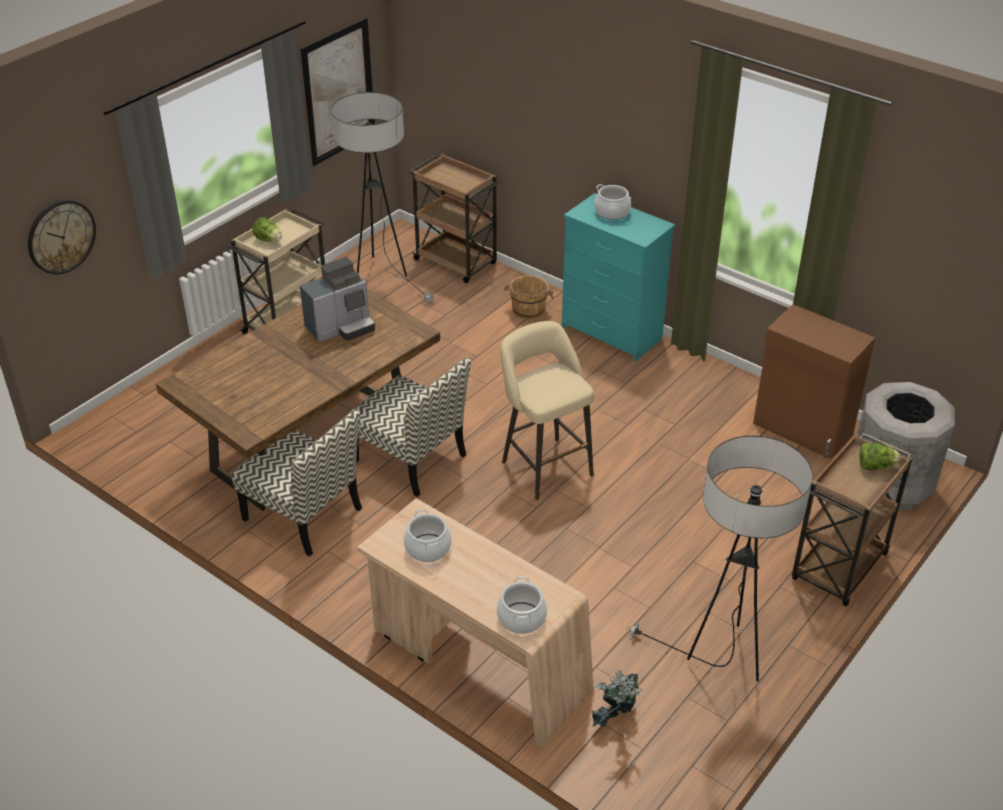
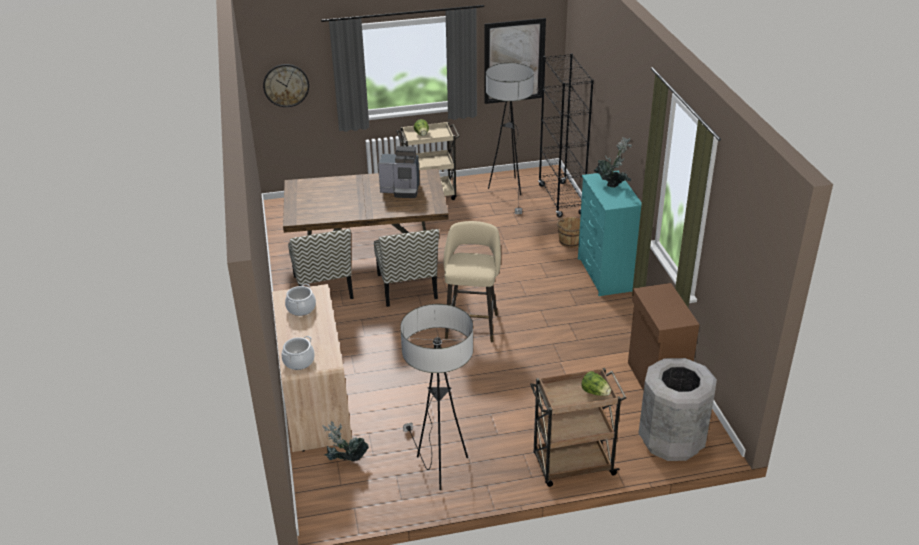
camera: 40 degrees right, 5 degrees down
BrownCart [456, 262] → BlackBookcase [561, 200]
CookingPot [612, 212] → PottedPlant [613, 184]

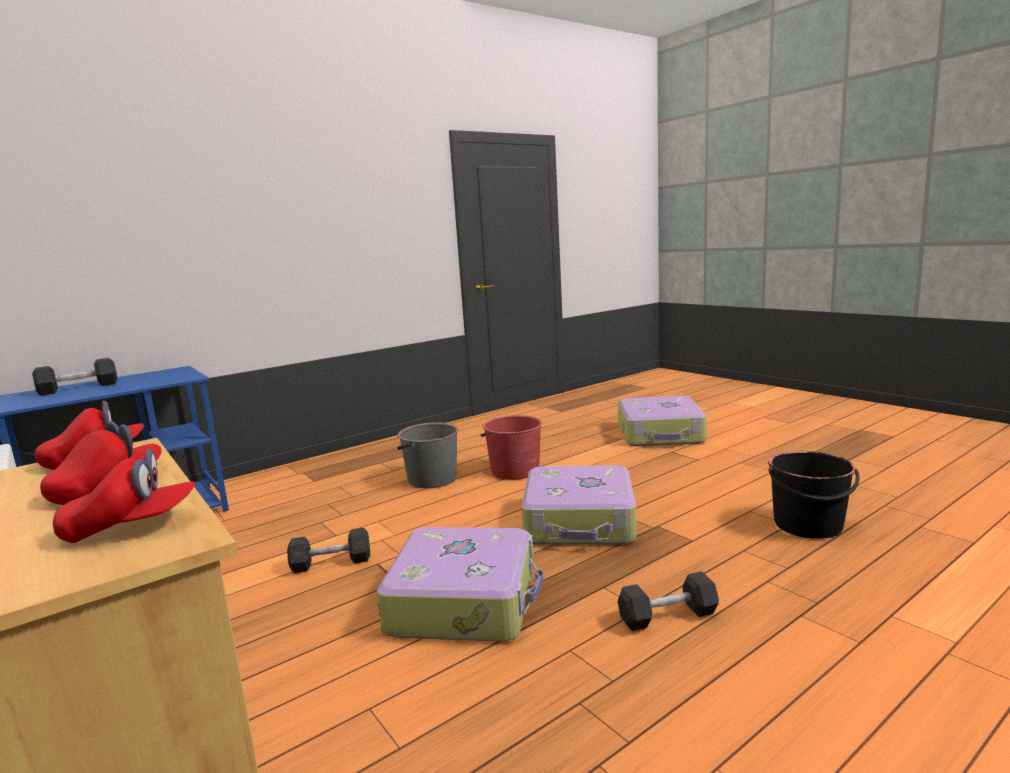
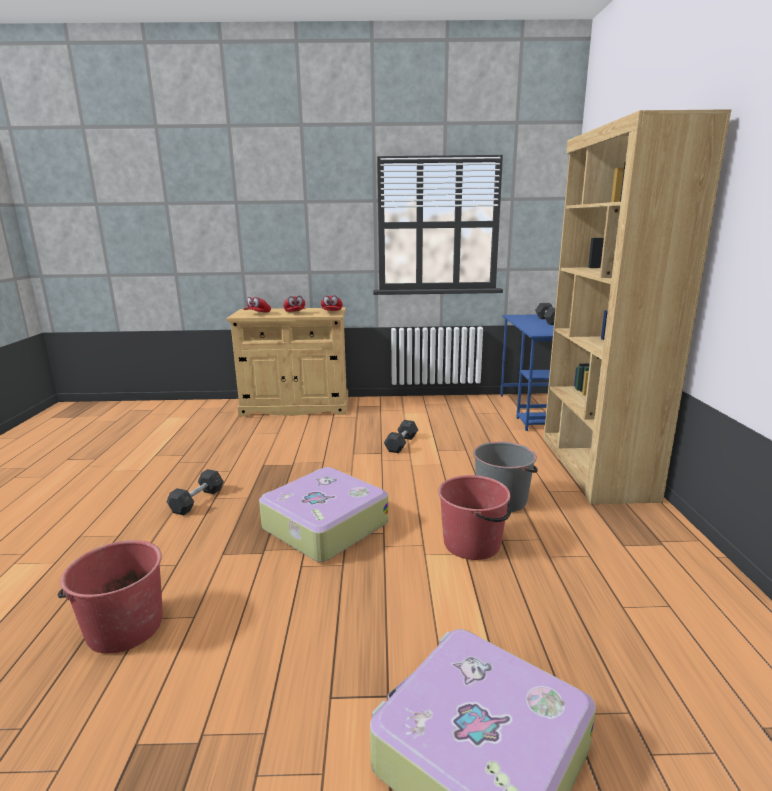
camera: 125 degrees right, 5 degrees up
Suitcase [465, 601] → -
BlackBucket [808, 525] → RedBucket [124, 627]
- → BrownBookcase [594, 467]

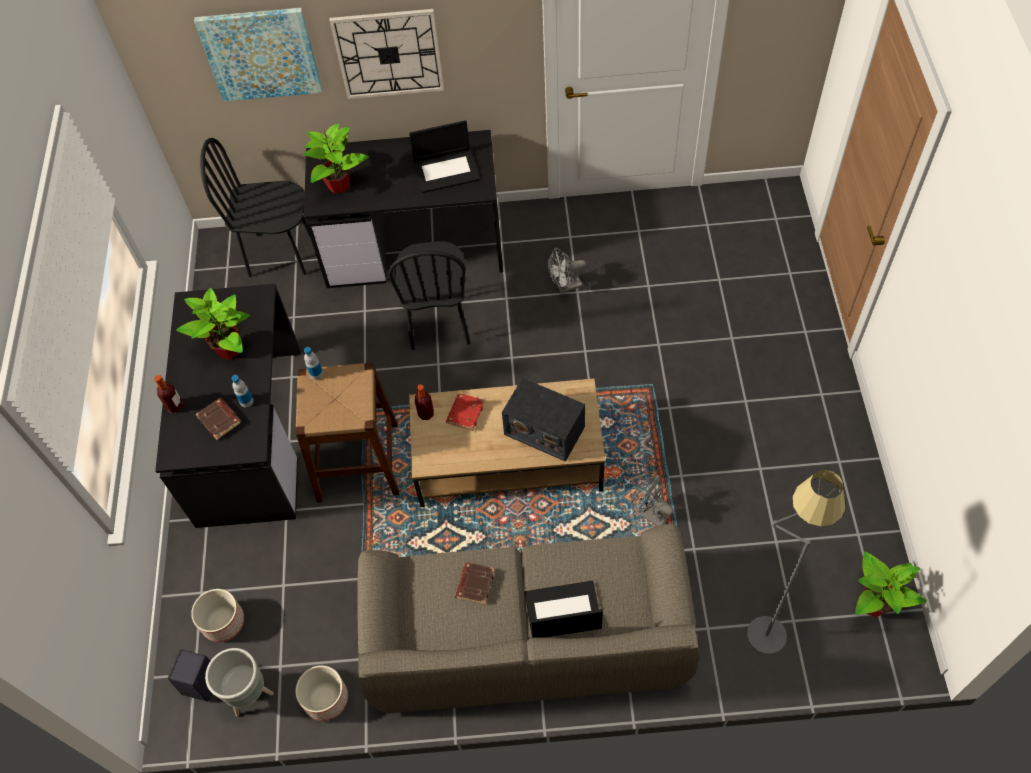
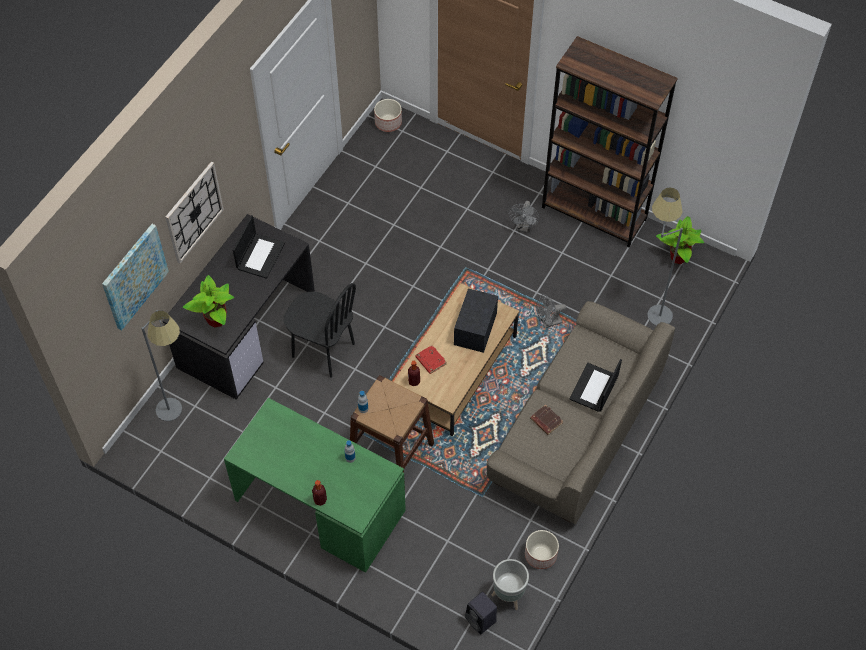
camera: 60 degrees left, 0 degrees up
BlackDesk [249, 434] → GreenDesk [318, 506]
PottedPlant [230, 349] → -
Planter [222, 621] → Planter [388, 123], shifted
BrownBook [220, 420] → -
BlackChair [280, 254] → GreyFloorLamp [180, 412]
Radio [544, 430] → Radio [475, 328], 135 degrees clockwise
GreyFan [565, 287] → GreyFan [523, 227], shifted
- → BrownBookcase [594, 213]

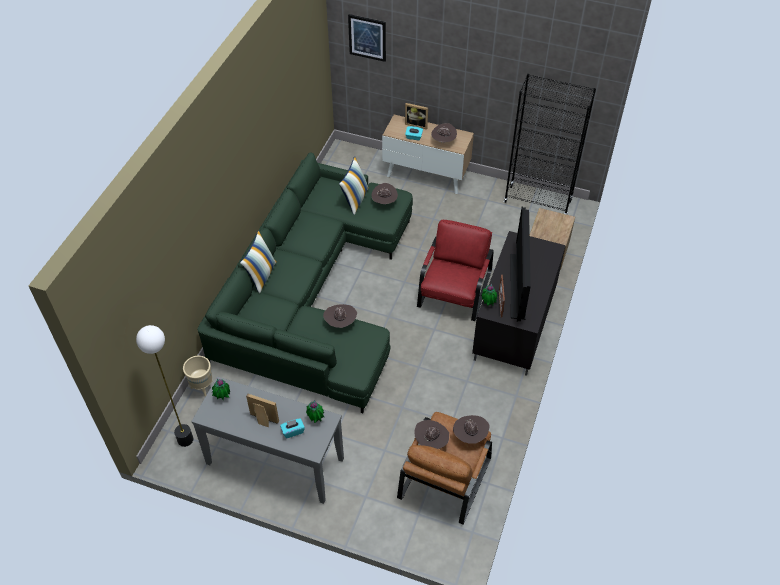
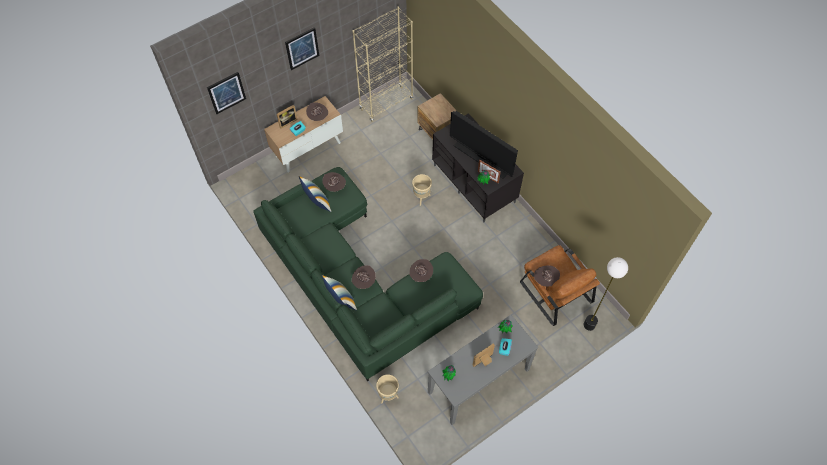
camera: 55 degrees left, 10 degrees up
FloorLamp [185, 440] → FloorLamp [589, 325], shifted
RedArmchair [454, 290] → BeigePlanter [421, 197]
BrownHat [470, 436] → BrownHat [364, 281], shifted
BlackBookcase [538, 201] → BeigeBookcase [386, 104]
- → Picture [302, 48]

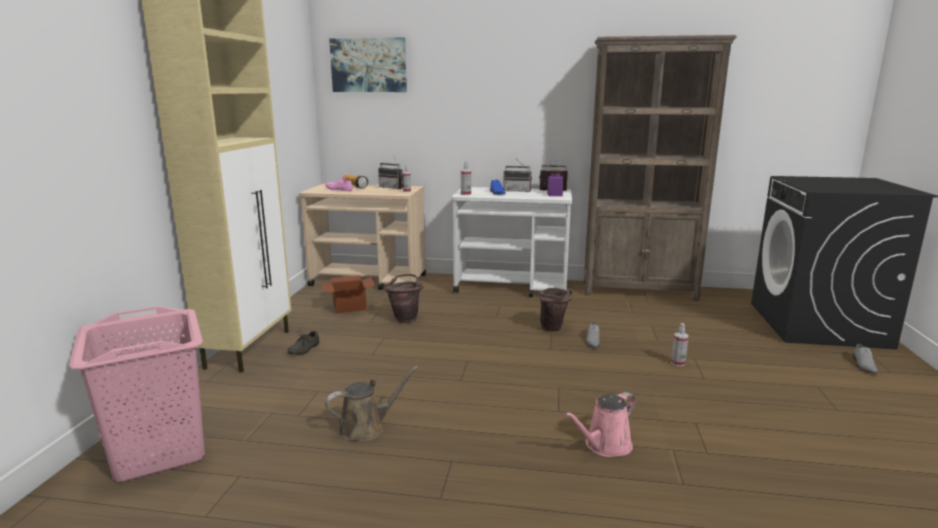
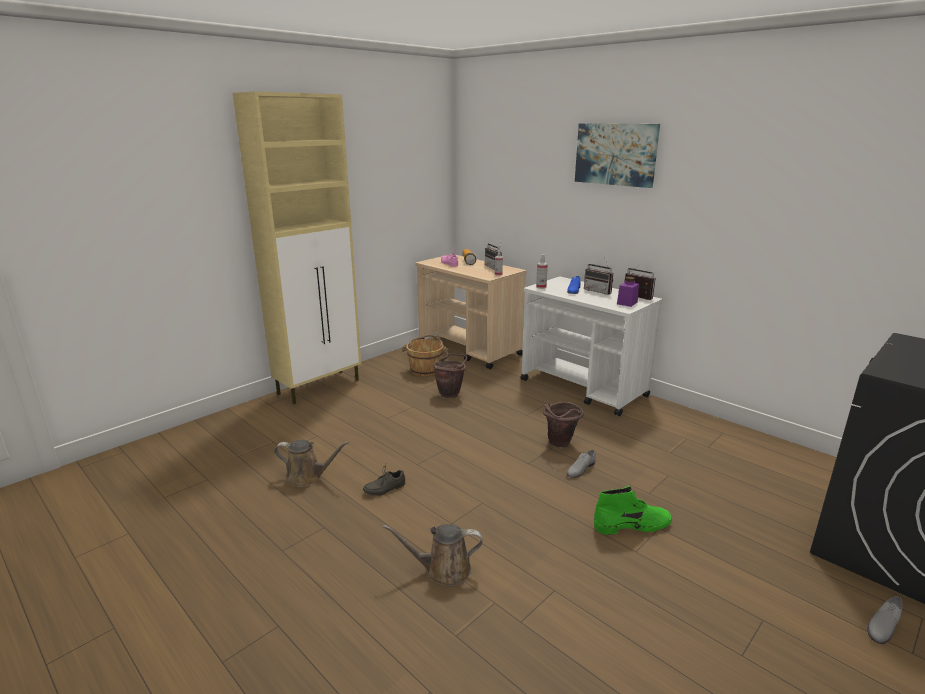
camera: 35 degrees right, 5 degrees up
PinkLaundryBasket [160, 451] → -
GreyShoe [303, 349] → GreyShoe [384, 488], shifted
CardboardBox [350, 306] → BrownBucket [425, 369]
Picture [369, 65] → Picture [616, 154], shifted
PinkWateringCan [605, 446] → BrownWateringCan [443, 570]
BrownBookcase [639, 291] → -
SprayBottle [678, 363] → GreenBoot [632, 525]

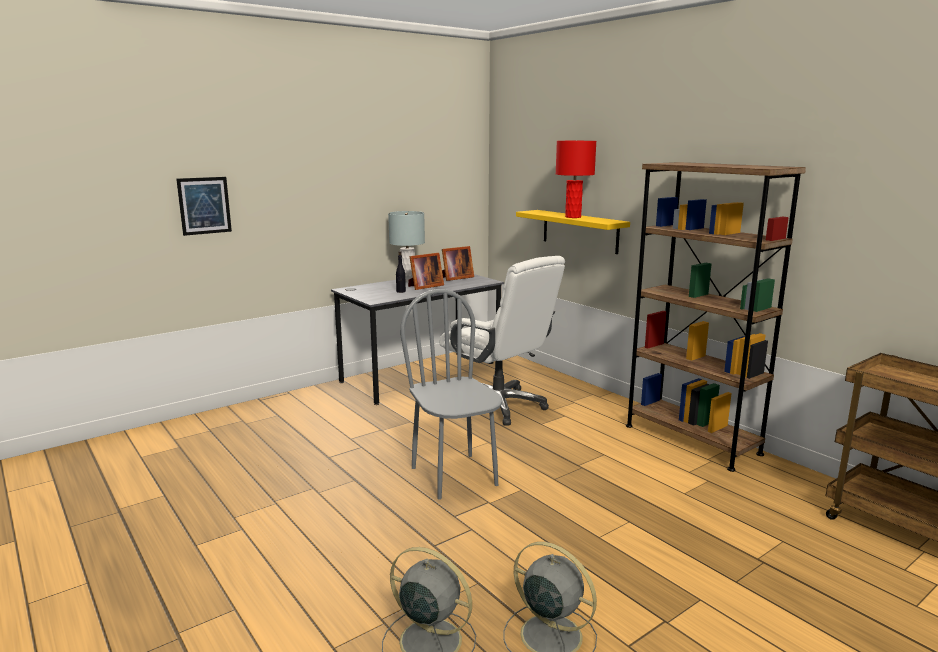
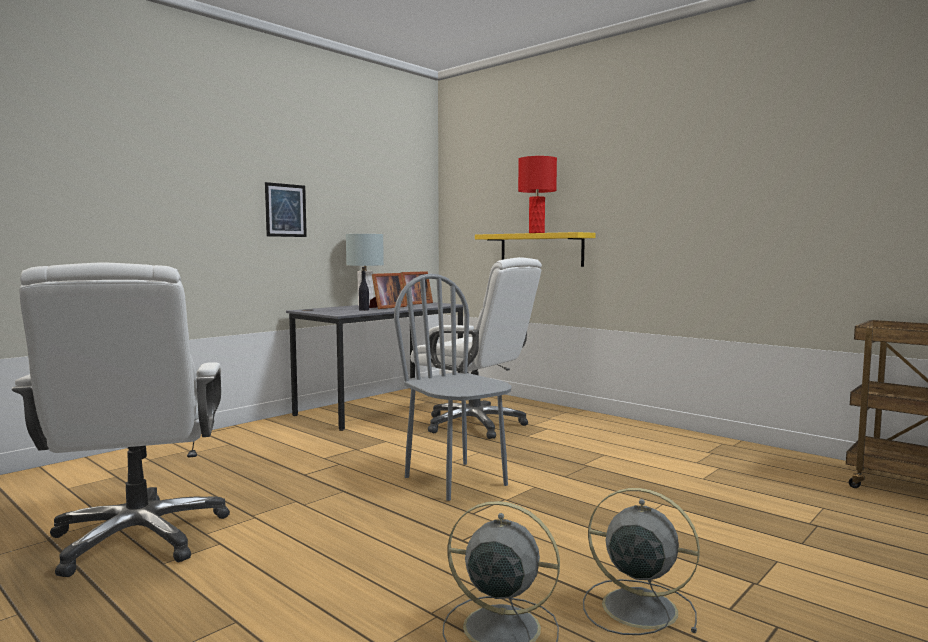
camera: 10 degrees left, 10 degrees down
Picture [204, 205] → Picture [285, 210], shifted
BrownBookcase [691, 439] → -
- → WhiteOfficeChair [139, 537]

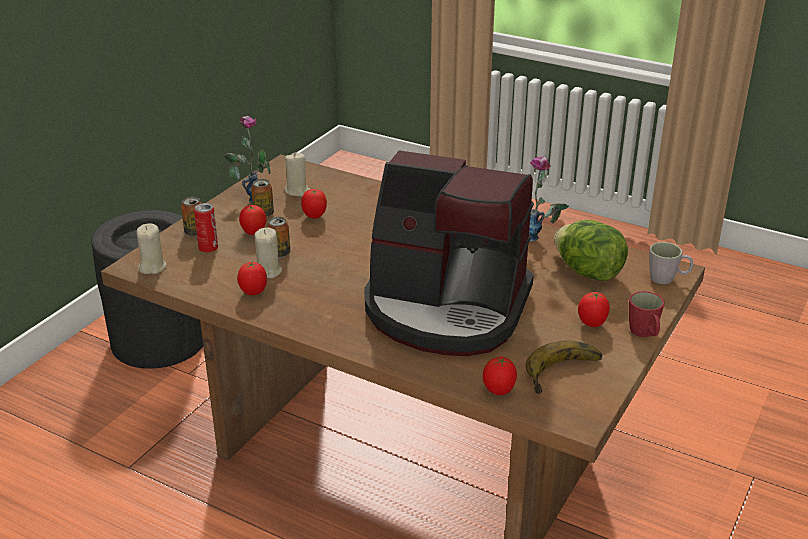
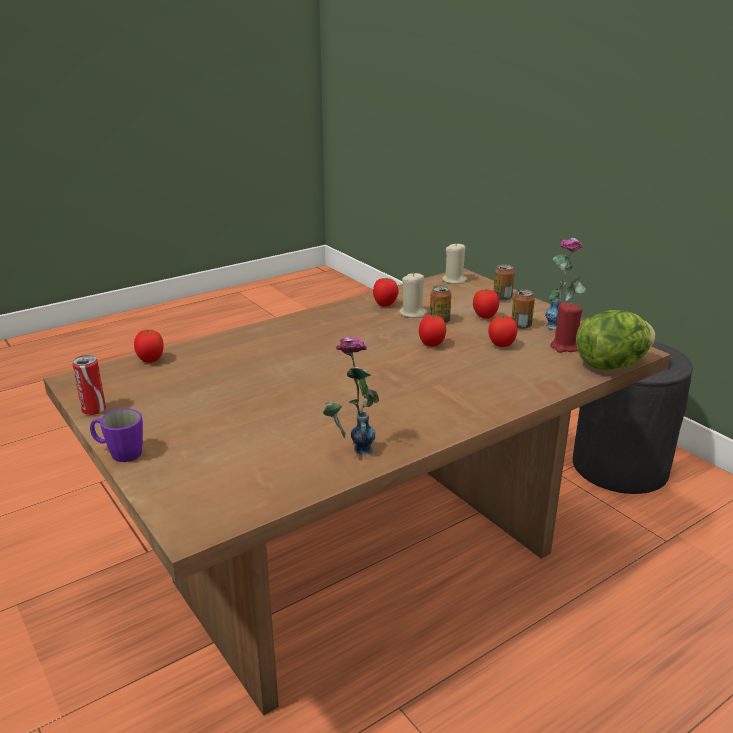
camera: 115 degrees right, 5 degrees down
Can [208, 248] → Can [94, 410], shifted
BeigeCandle [297, 191] → RedCandle [564, 347]
CoffeeMachine [446, 309] → -
Banana [566, 374] → -
Lettuce [588, 272] → Lettuce [611, 365], shifted
Tomato [592, 324] → Tomato [431, 345], shifted
RedMug [645, 333] → PurpleMug [120, 453]
GreyMug [667, 279] → -

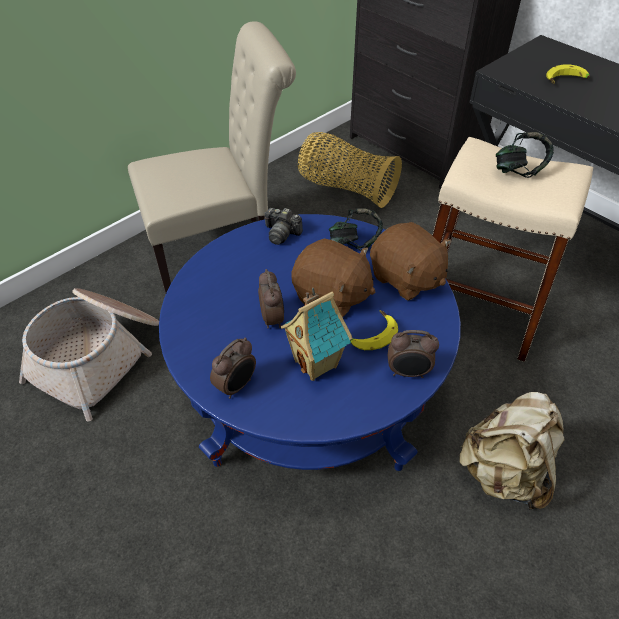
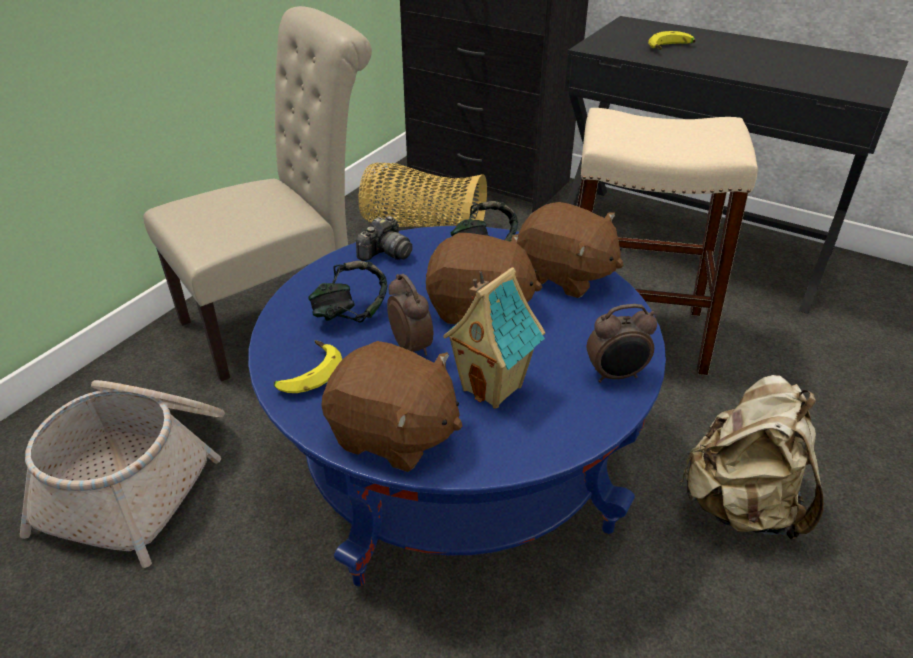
camera: 15 degrees left, 10 degrees down
AlarmClock [236, 386] → BrownPlushToy [393, 435]
PhotoCamera [281, 233] → PhotoCamera [385, 253], 60 degrees counterclockwise
Banana [372, 334] → Banana [307, 374], shifted
Headphones [518, 171] → Headphones [350, 314], shifted

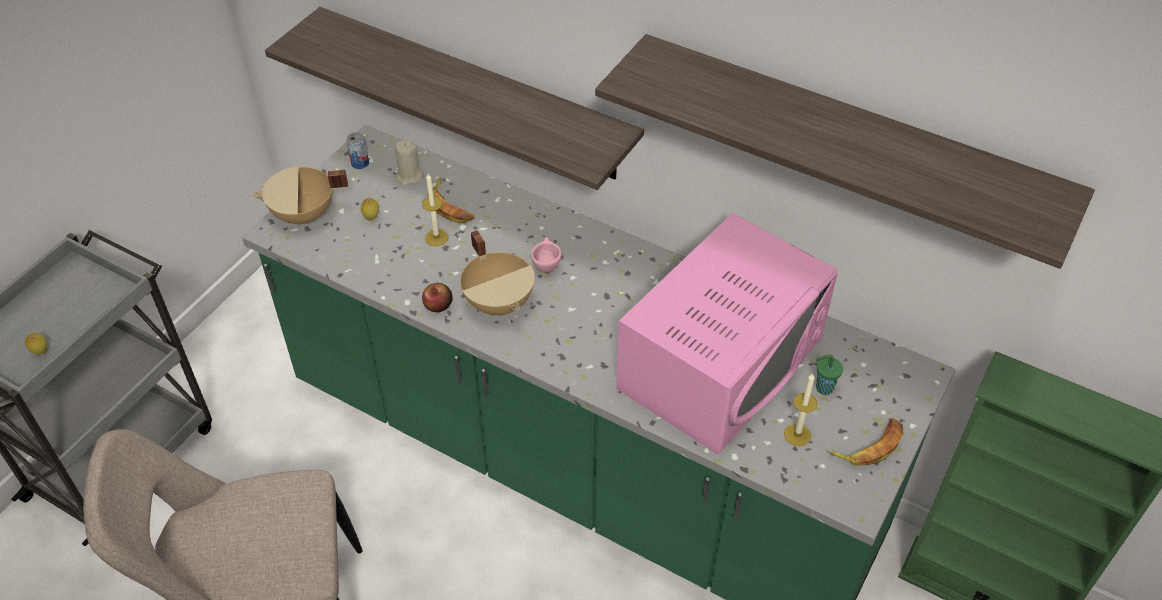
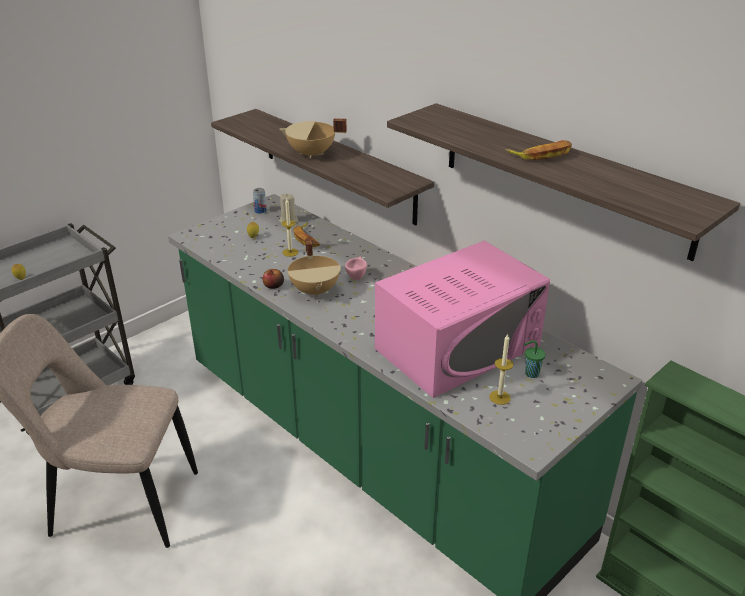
camera: 15 degrees right, 15 degrees down
BeigeCookingPot [304, 215] → BeigeCookingPot [311, 154], shifted
Banana [869, 446] → Banana [541, 155], shifted

